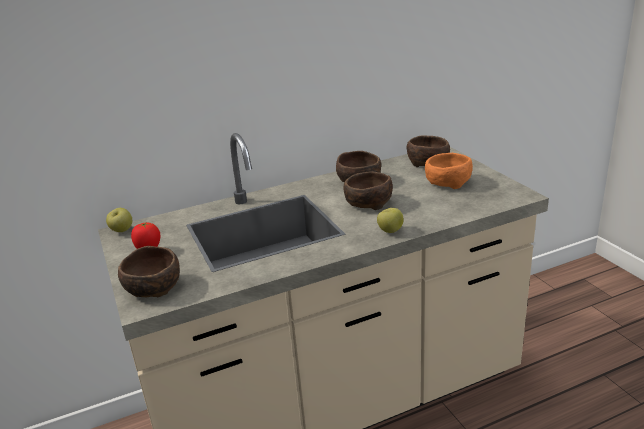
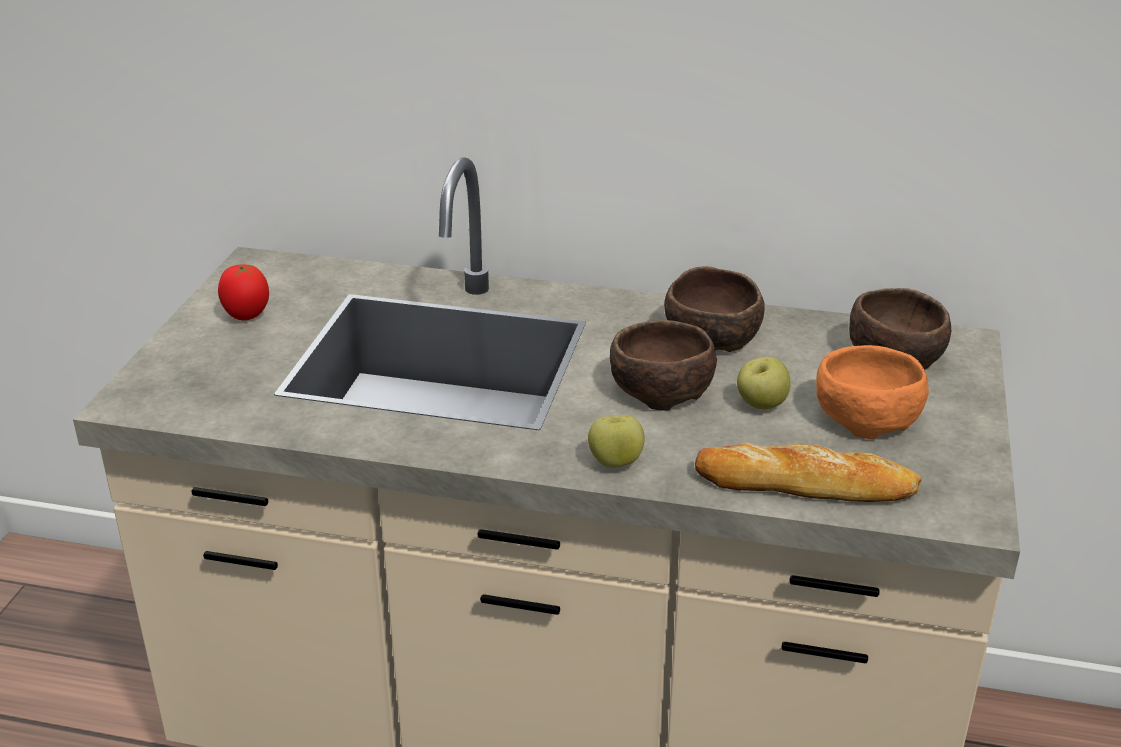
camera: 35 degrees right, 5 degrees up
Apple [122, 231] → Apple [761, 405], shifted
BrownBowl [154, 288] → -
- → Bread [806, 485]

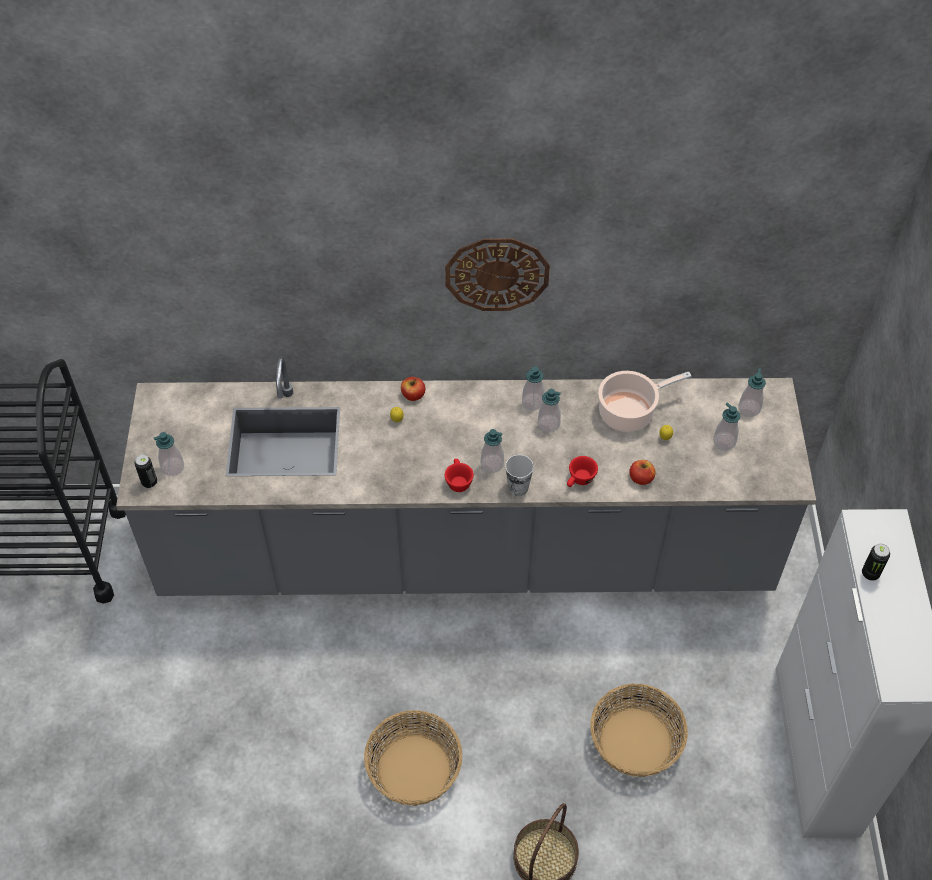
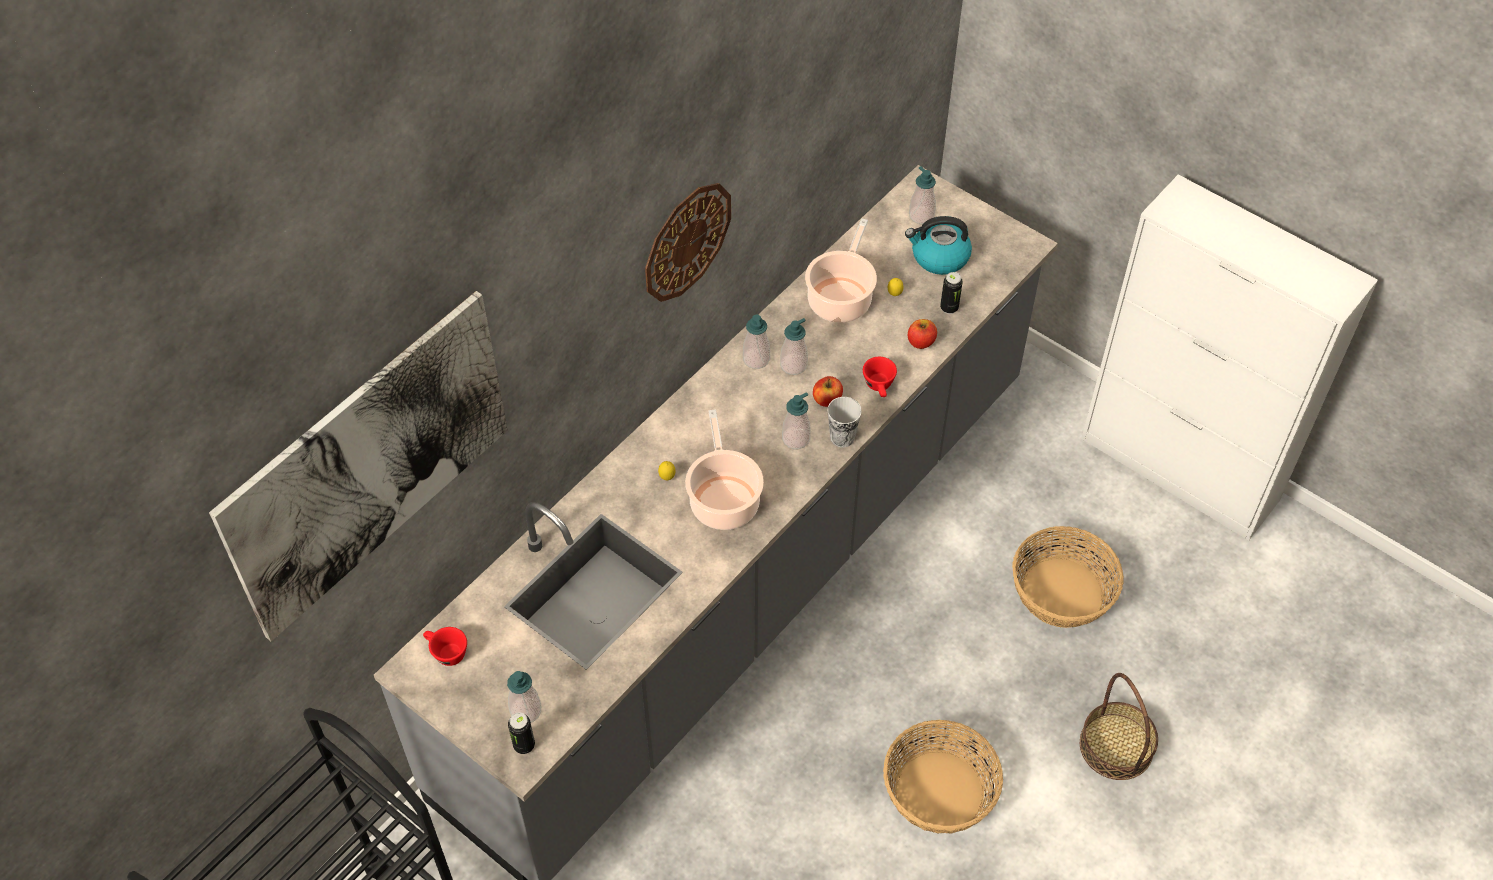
camera: 50 degrees left, 0 degrees up
Apple [413, 395] → Apple [827, 399], shifted
RedCup [458, 481] → RedCup [446, 653], shifted
SoapDispenser [724, 441] → Kettle [939, 257]
Can [870, 573] → Can [949, 308], shifted
- → Picture [370, 465]
- → CookingPot [724, 500]

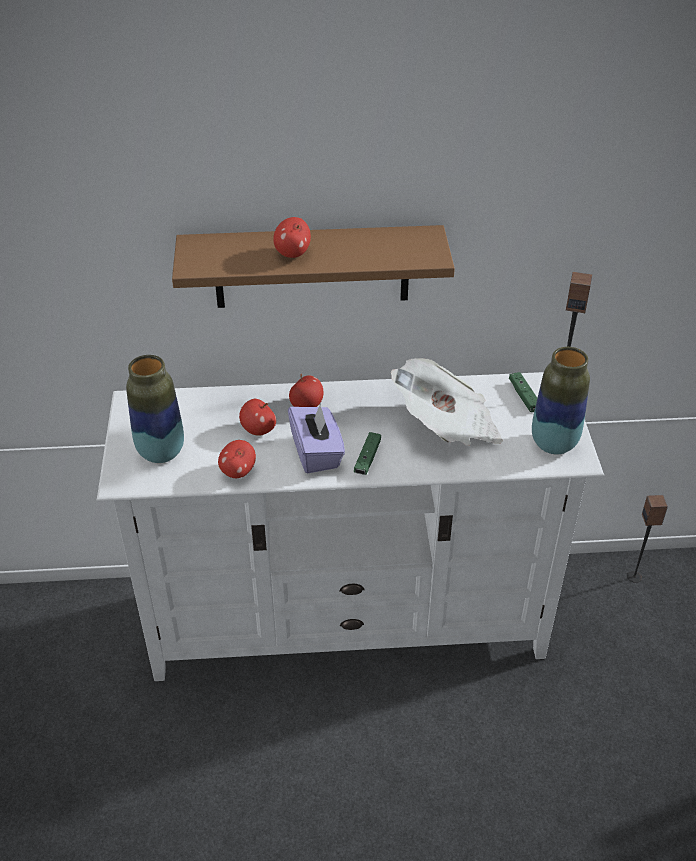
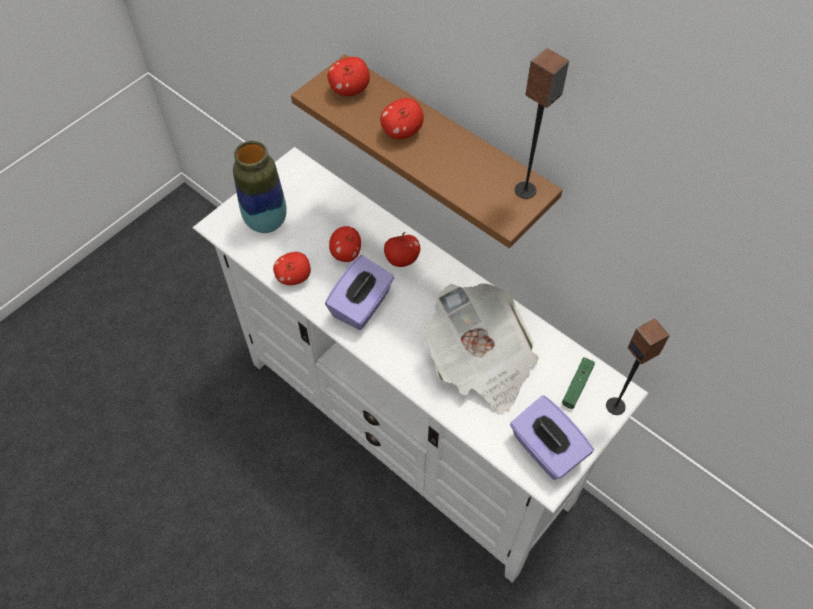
camera: 45 degrees right, 15 degrees up
GreenGameController [367, 458] → -
Vase [553, 444] → PurpleTissueBox [546, 449]
Speaker [634, 577] → Speaker [525, 190], shifted
- → Apple [350, 90]

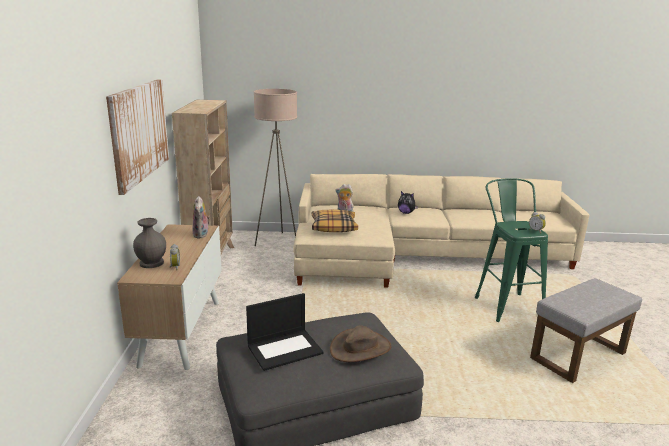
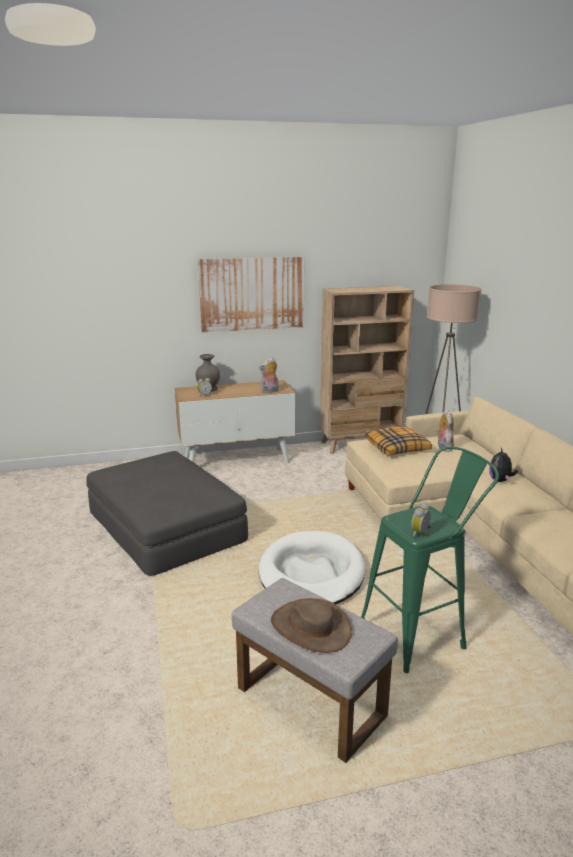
camera: 75 degrees right, 0 degrees up
Laptop [285, 349] → -
BrownHat [360, 348] → BrownHat [310, 627], shifted
- → WhiteDogBed [311, 574]

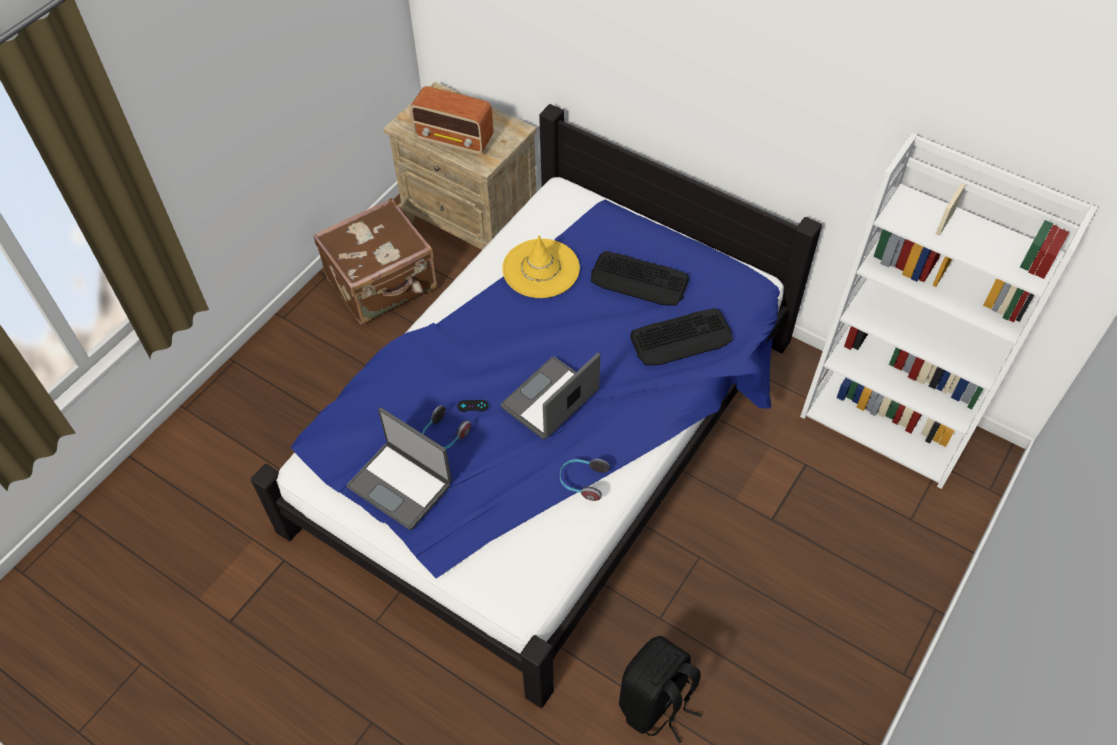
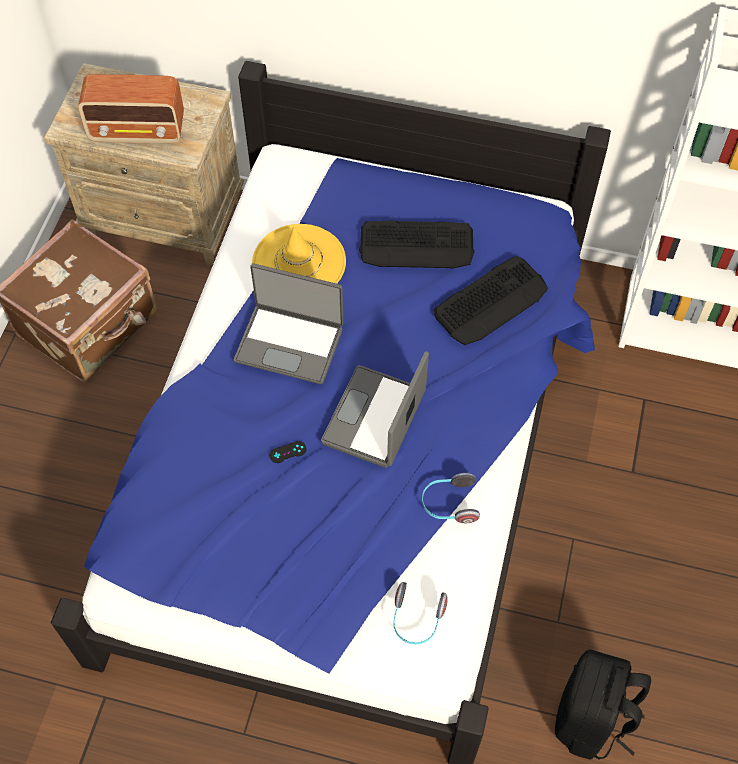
camera: 20 degrees left, 5 degrees up
Laptop [401, 484] → Laptop [290, 343], shifted
Headphones [444, 436] → Headphones [416, 619], shifted

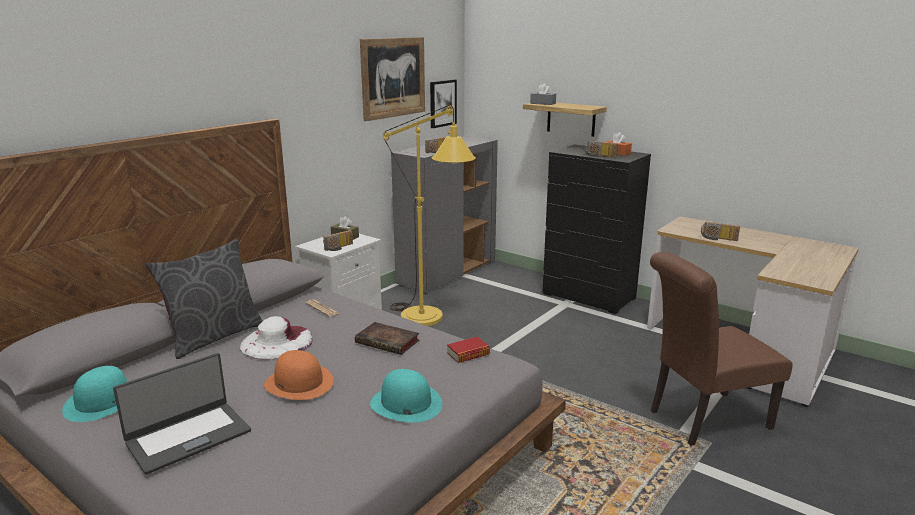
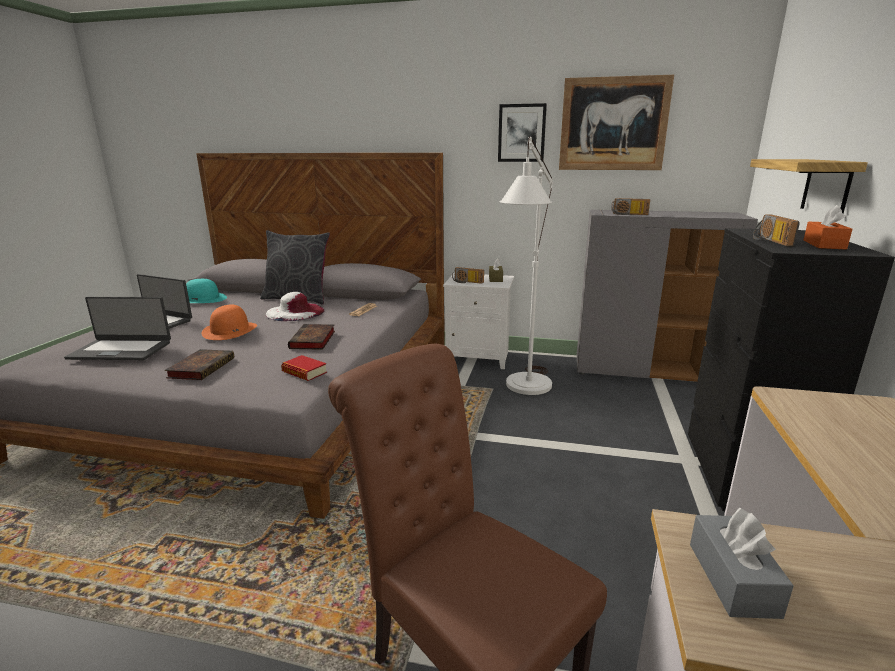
camera: 65 degrees right, 0 degrees up
TurquoiseHat [405, 403] → Book [202, 367]
YellowFloorLamp [429, 321] → WhiteFloorLamp [525, 390]
Picture [442, 103] → Picture [521, 133], shifted
GreyTissueBox [543, 103] → GreyTissueBox [732, 579], shifted
Radio [718, 239] → -
- → Laptop [121, 350]

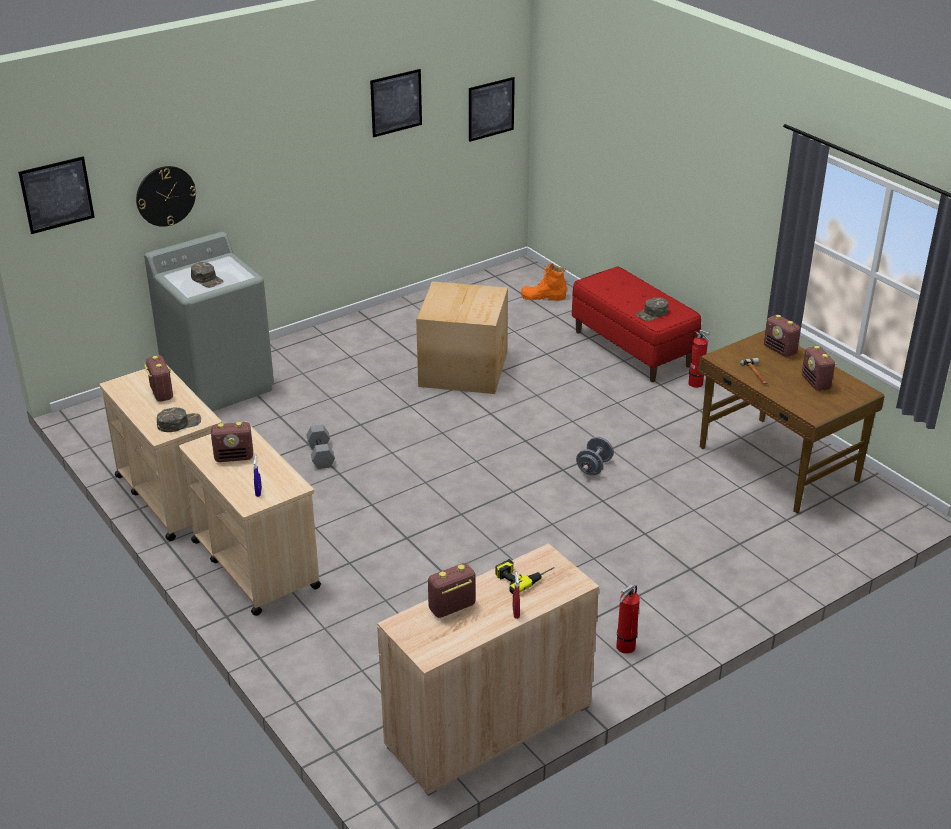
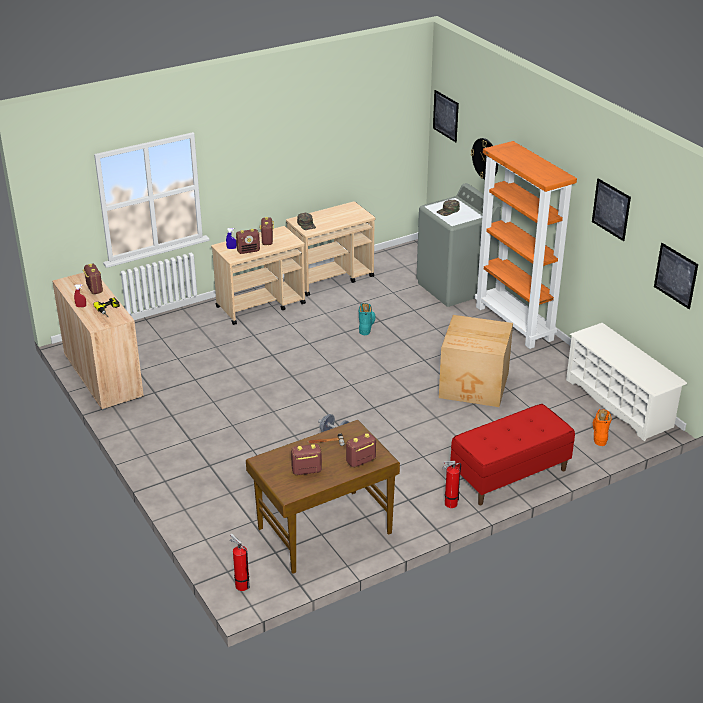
camera: 95 degrees right, 0 degrees up
Radio [161, 393] → Radio [248, 251], shifted
GreyDumbbell [321, 455] → TurquoiseBoot [366, 325]
FireExtinguisher [624, 648] → FireExtinguisher [241, 584], shifted
GreenCap [652, 313] → -
- → OrangeBookcase [515, 323]
- → WhiteShoeRack [619, 403]

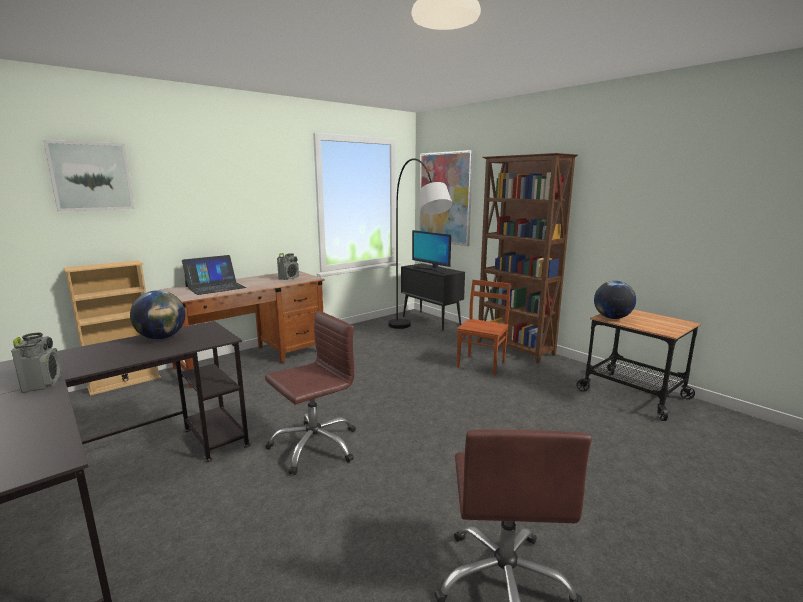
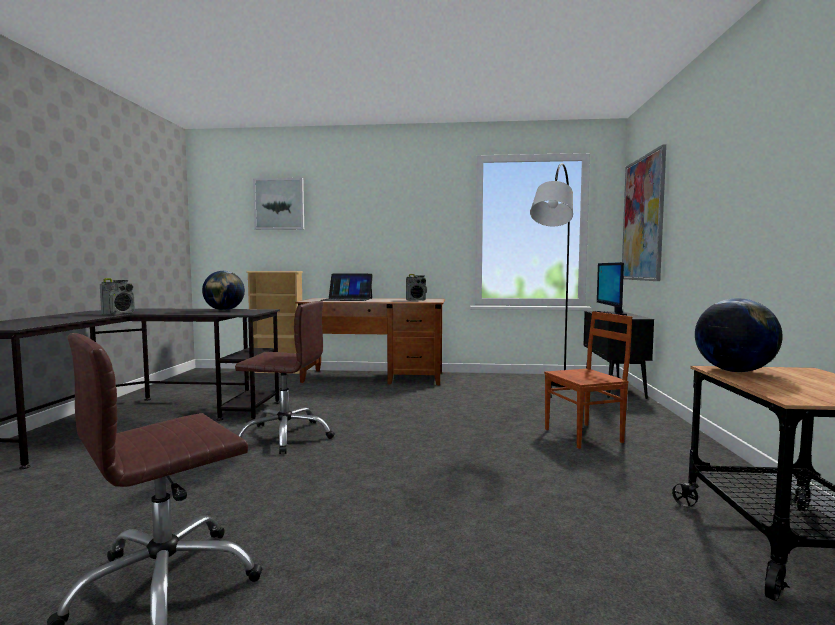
camera: 45 degrees right, 10 degrees down
BrownBookcase [515, 349] → -

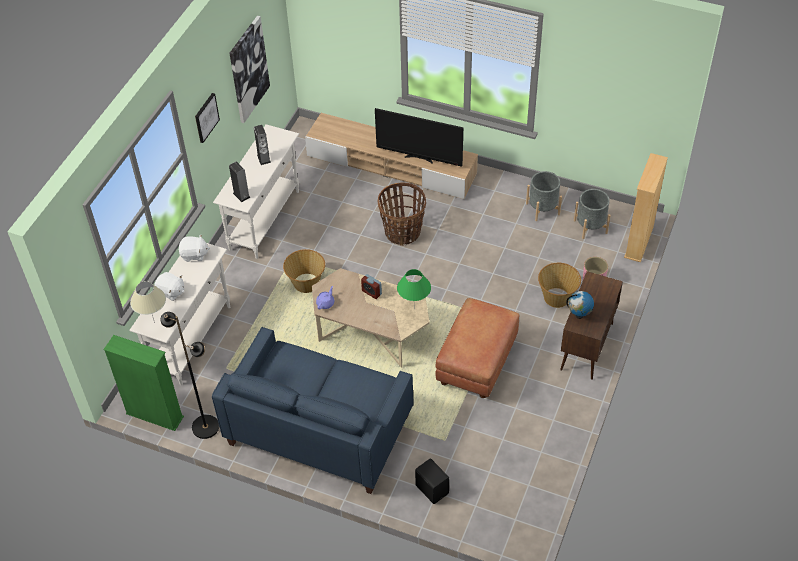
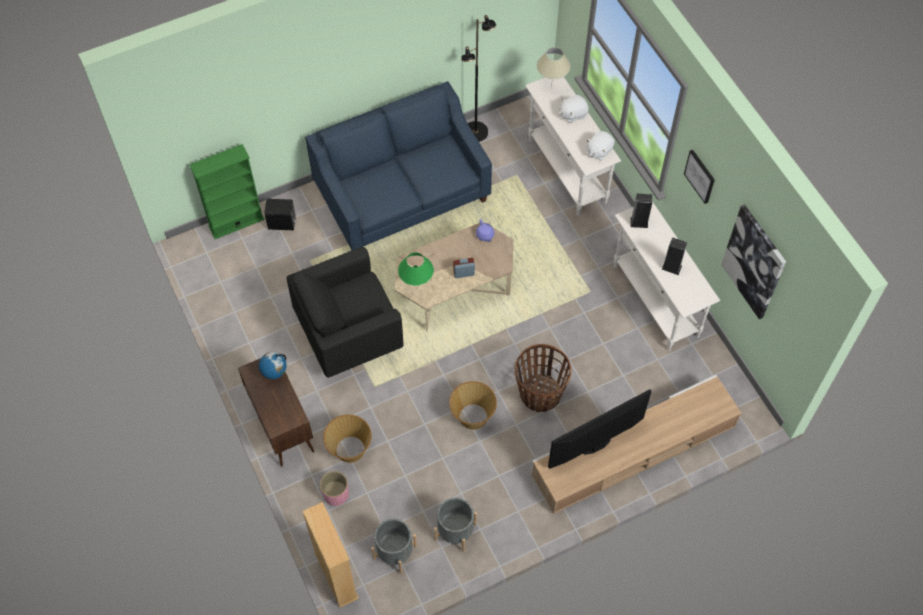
camera: 130 degrees right, 10 degrees up
GreenBookcase [154, 415] → GreenBookcase [236, 222], shifted
Basket [306, 284] → Basket [472, 416], shifted
BrownOttoman [477, 365] → BlackArmchair [349, 334]

